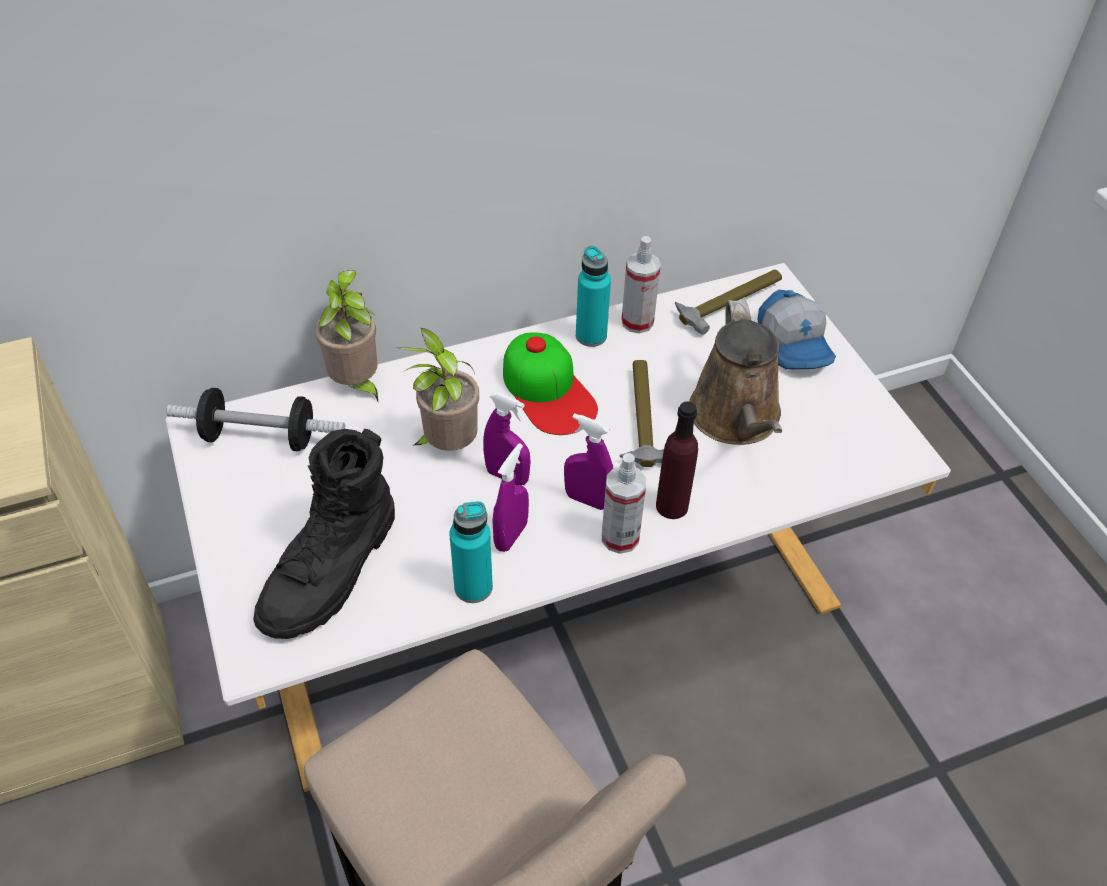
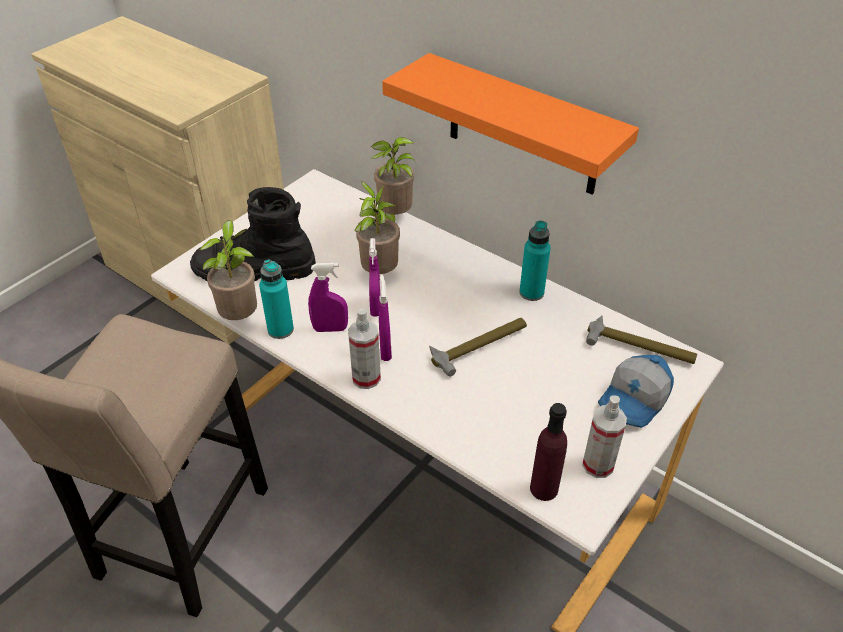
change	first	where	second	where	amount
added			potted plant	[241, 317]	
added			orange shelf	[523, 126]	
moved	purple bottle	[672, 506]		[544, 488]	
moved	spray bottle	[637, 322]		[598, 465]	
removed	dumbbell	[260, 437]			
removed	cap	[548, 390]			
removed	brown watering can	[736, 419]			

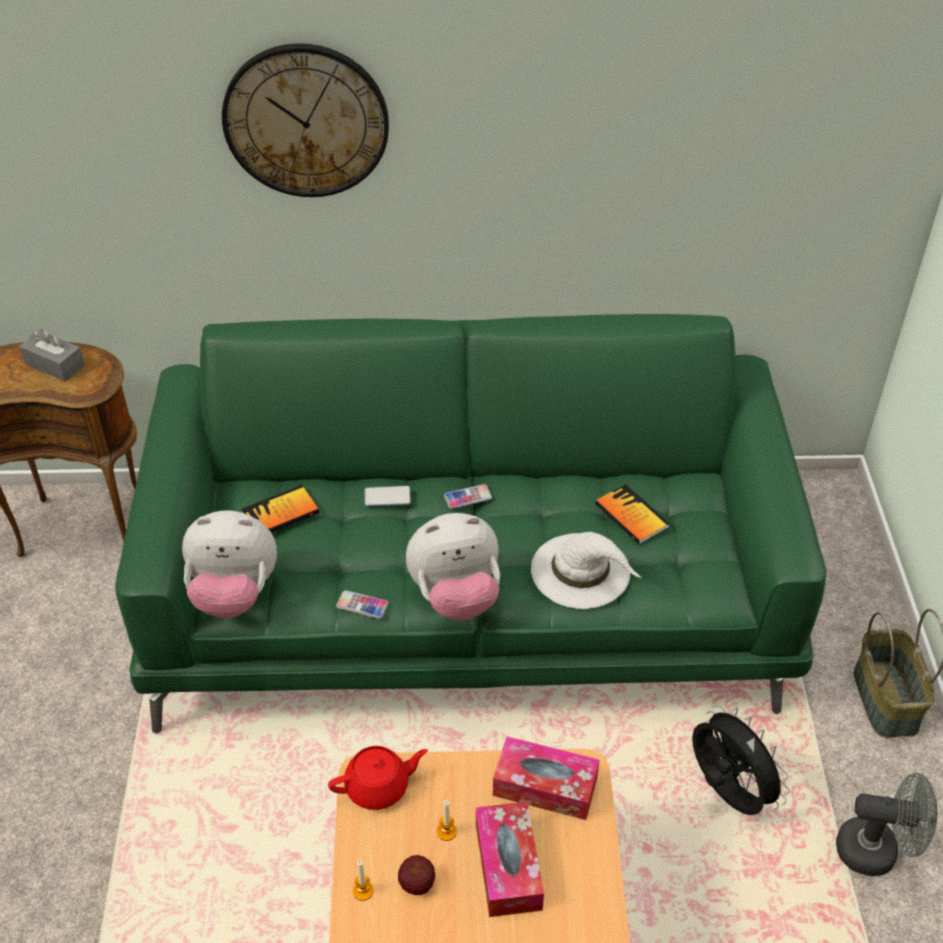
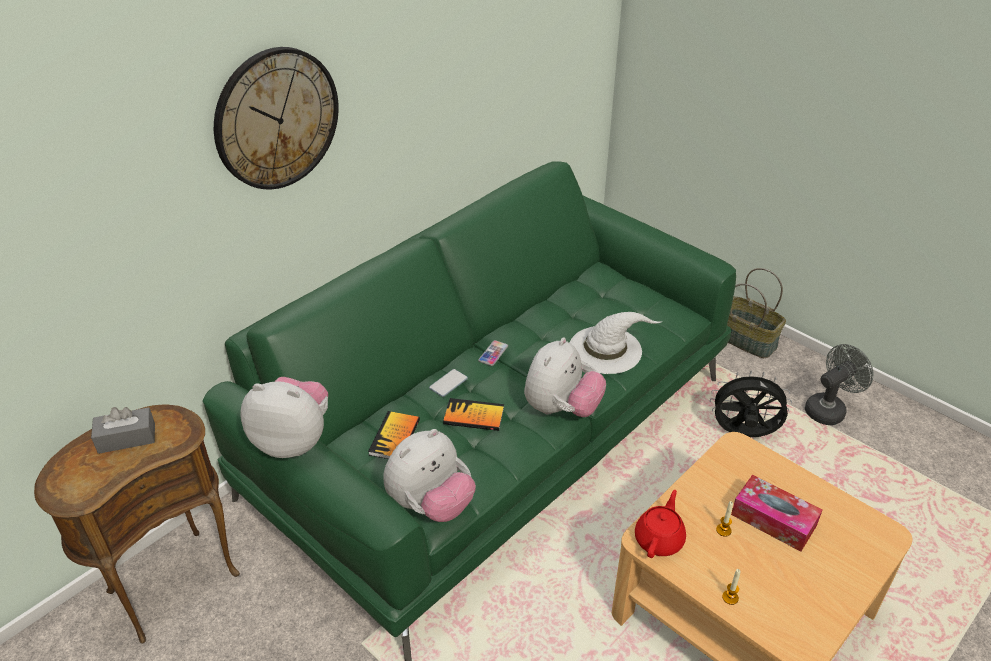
change	first	where	second	where	amount
added			plush toy	[293, 440]	
moved	book	[631, 516]		[474, 416]	
removed	phone	[362, 605]			
removed	apple	[417, 884]			
removed	tissue box	[545, 786]			

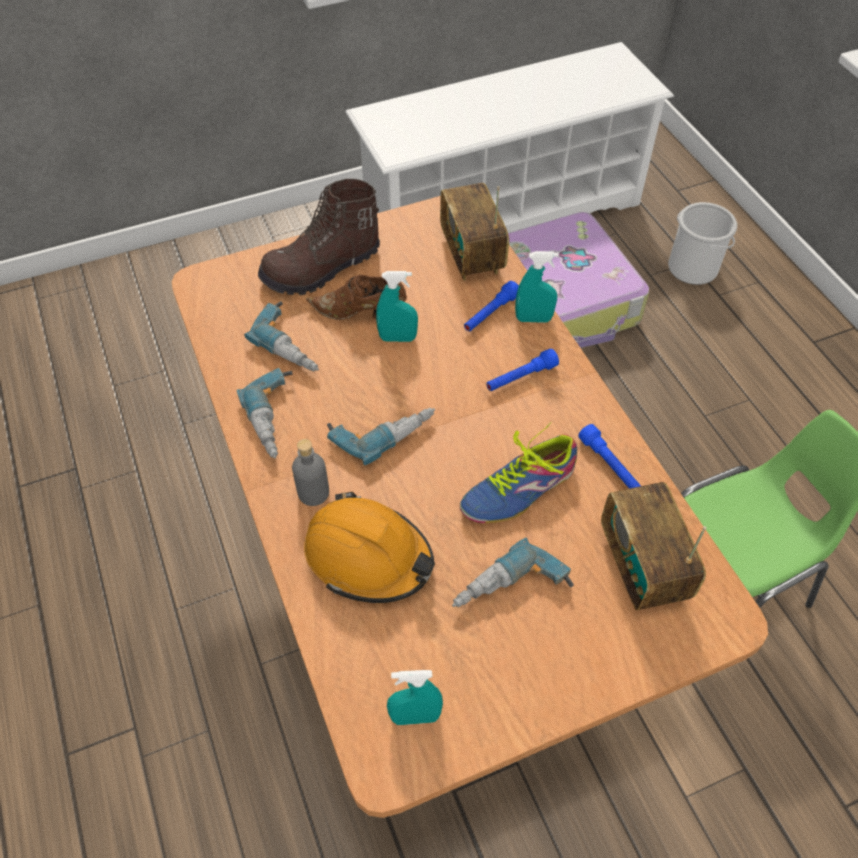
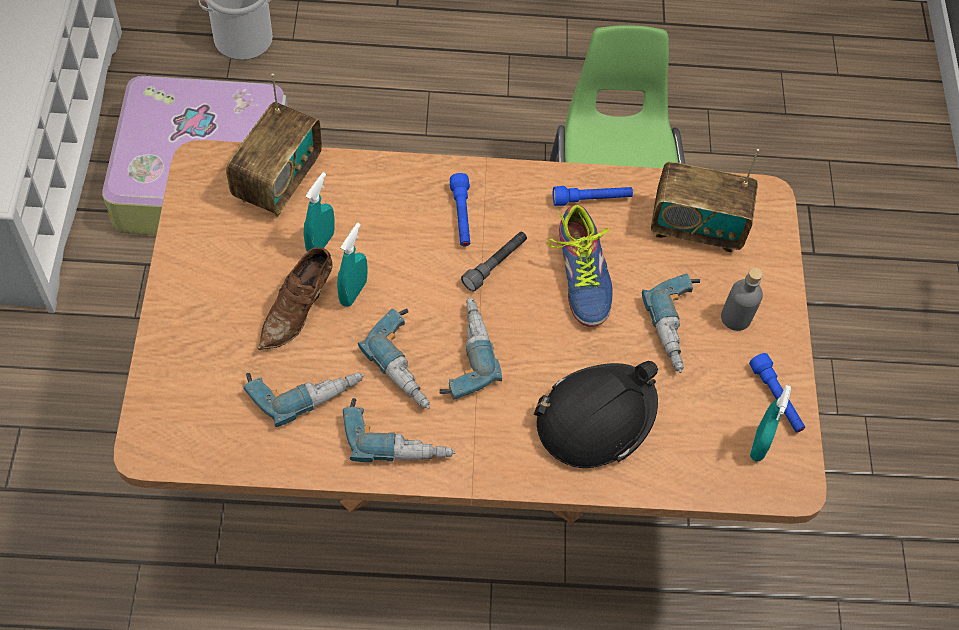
change	first	where	second	where	amount
turned	radio	[472, 254]		[278, 181]	75 degrees counterclockwise
moved	turquoise spray bottle	[533, 319]		[320, 243]	
added			power drill	[410, 364]	
added			grey flashlight	[495, 264]	
recoloured	orange hard hat	[369, 556]	black hard hat	[595, 419]	
moved	grey bottle	[313, 493]		[736, 317]	
moved	blue flashlight	[490, 314]		[776, 398]	
removed	brown boot	[322, 269]			

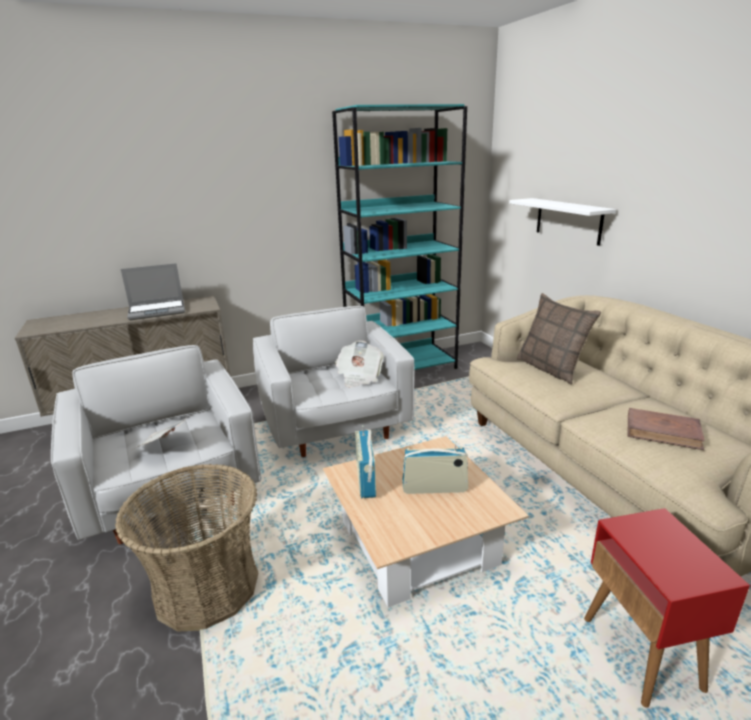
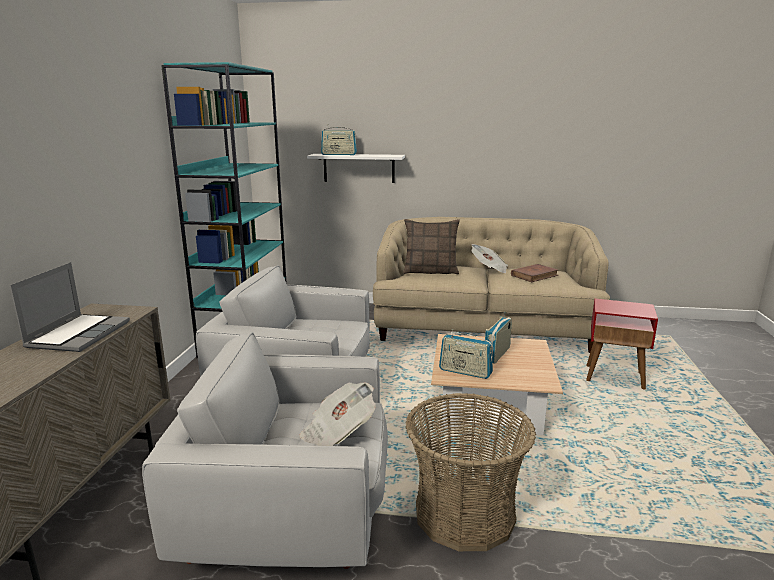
change	first	where	second	where	amount
added			radio	[339, 154]	
moved	newspaper	[359, 376]		[489, 269]	

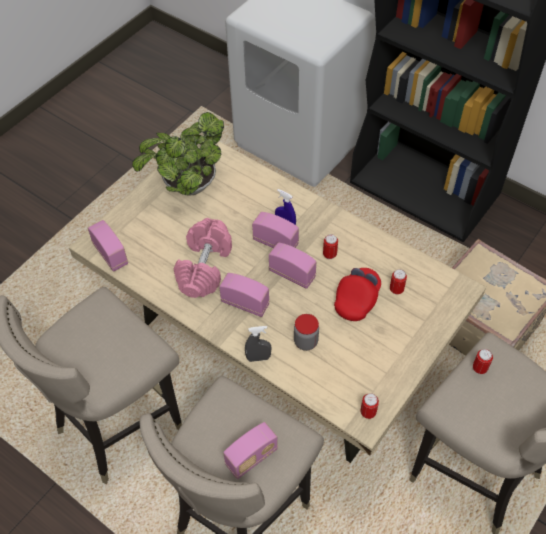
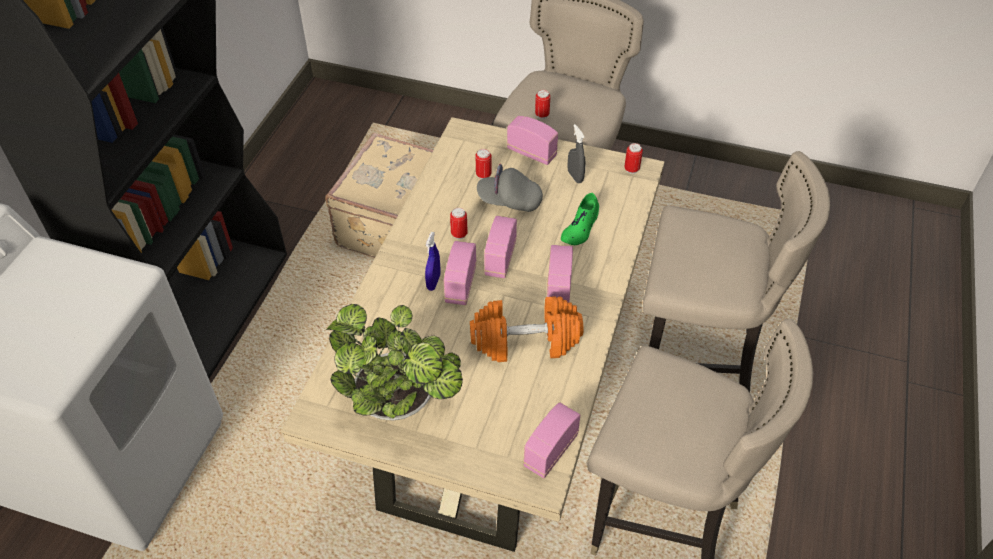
change	first	where	second	where	amount
recoloured	pink dumbbell	[204, 267]	orange dumbbell	[525, 342]	
recoloured	red cap	[357, 299]	grey cap	[509, 201]	
moved	radio	[251, 457]		[531, 153]	
replaced	jar	[305, 342]	green shoe	[580, 228]	
moved	grey spray bottle	[258, 358]		[575, 176]	

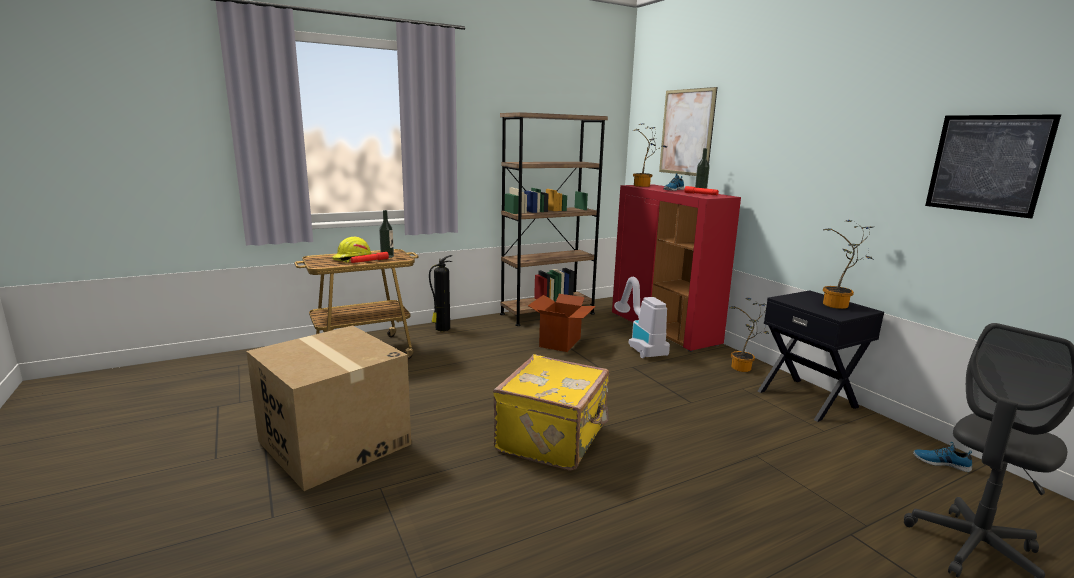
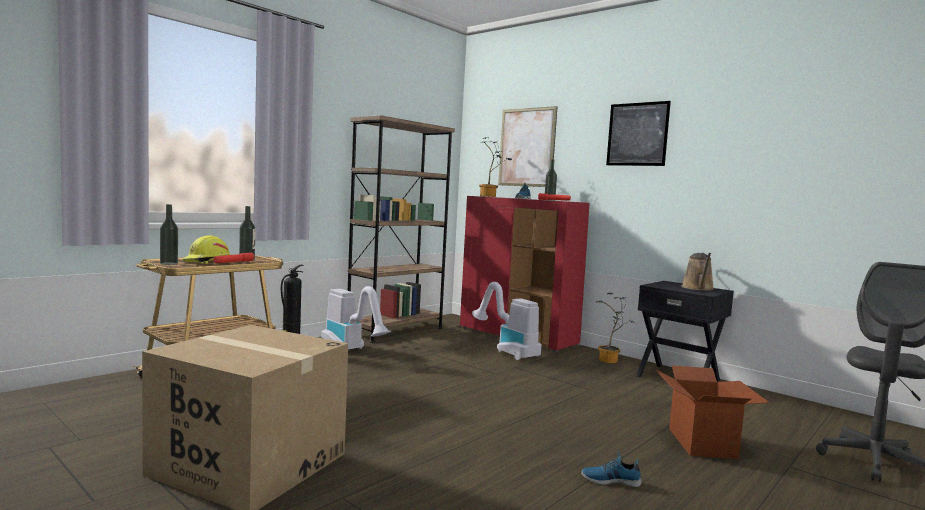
change	first	where	second	where	amount
added			bottle	[169, 263]	
added			vacuum cleaner	[352, 350]	
moved	shoe	[941, 462]		[610, 480]	
moved	picture	[987, 164]		[637, 134]	
moved	cardboard box	[561, 342]		[703, 443]	
replaced	potted plant	[837, 306]	brown watering can	[698, 288]	
removed	yellow suitcase	[554, 438]			

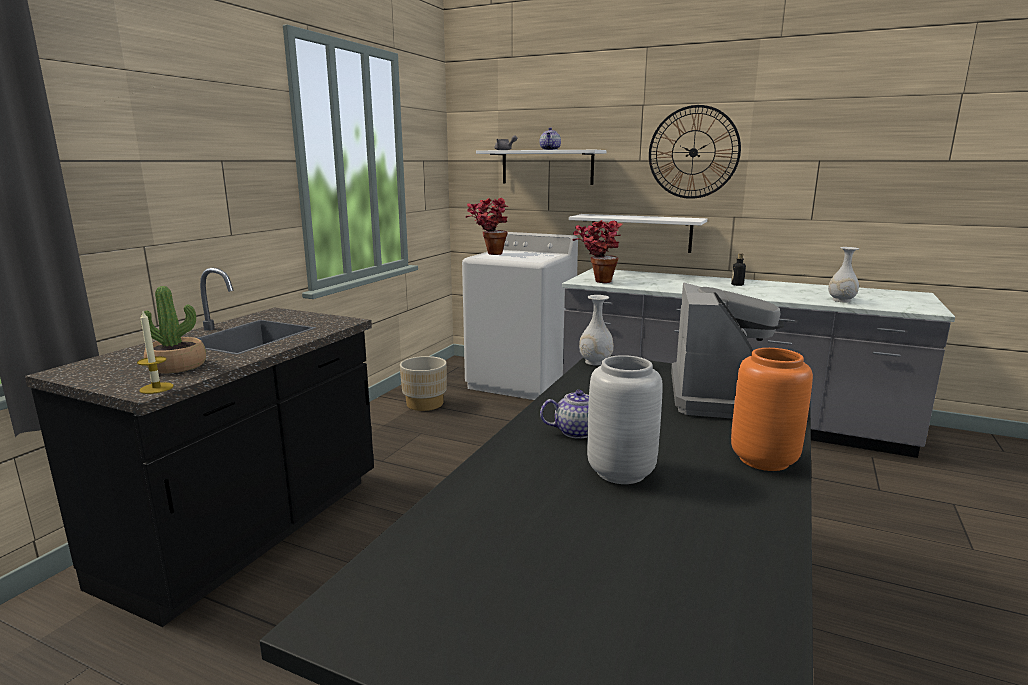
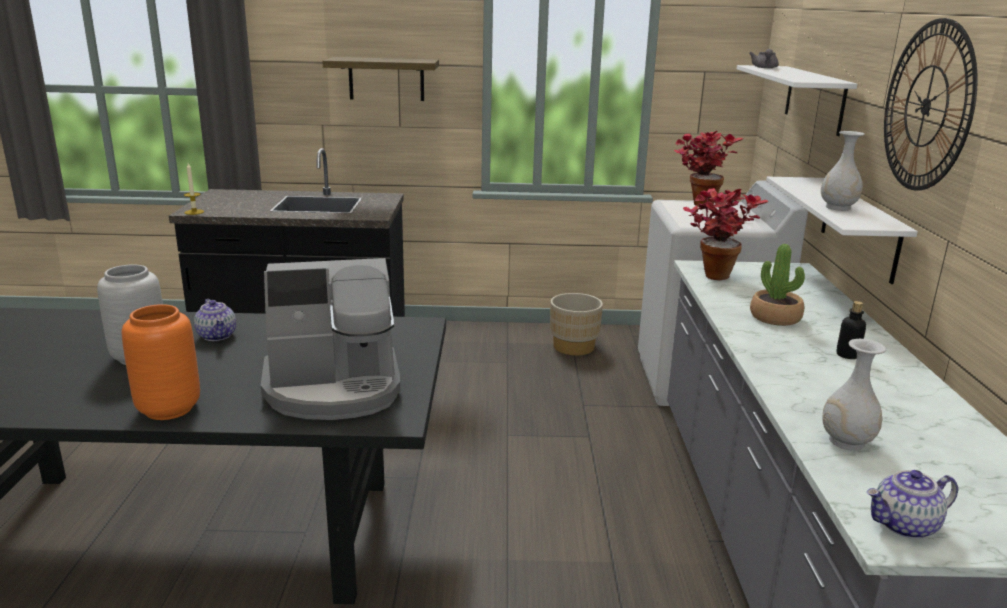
change	first	where	second	where	amount
added			shelf	[386, 79]	
moved	potted plant	[177, 366]		[775, 317]	
moved	white vase	[595, 362]		[838, 207]	
moved	teapot	[550, 149]		[904, 526]	

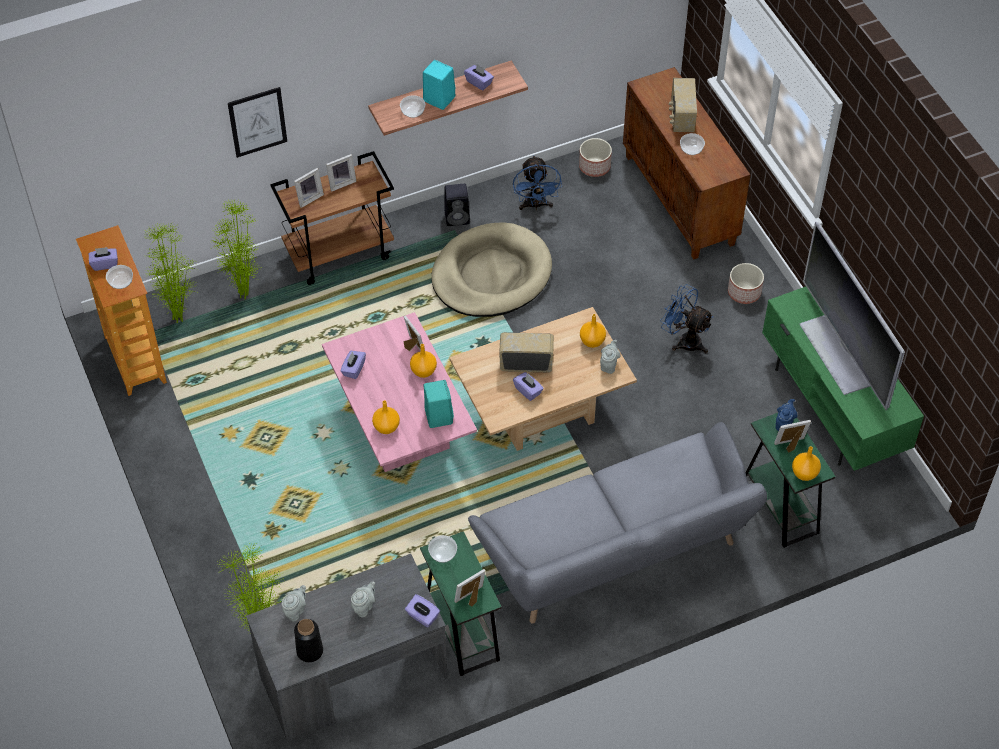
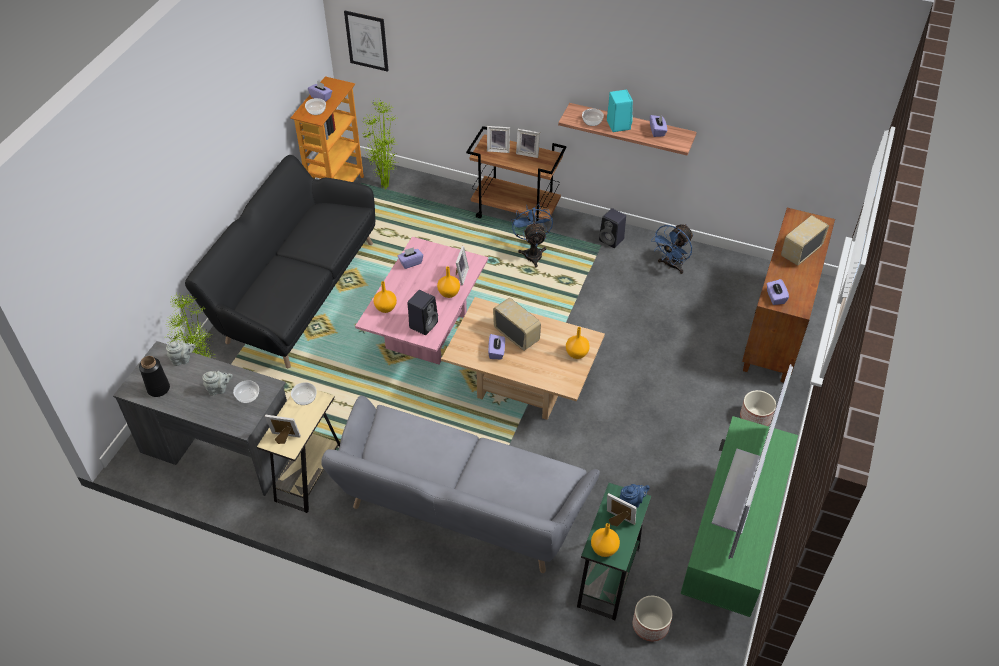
change	first	where	second	where	amount
added			black sofa	[295, 291]	
moved	bowl	[691, 149]		[247, 396]	
recoloured	green side table	[462, 631]	beige side table	[309, 475]	
moved	picture	[257, 122]		[366, 41]	
recoloured	turquoise speaker	[438, 415]	black speaker	[424, 324]	
moved	blue fan	[684, 340]		[532, 252]	
moved	planter	[594, 166]		[650, 625]	
moved	purple tissue box	[422, 616]		[775, 297]	
removed	potted plant	[246, 294]			
removed	beige dog bed	[491, 275]			
removed	grey teapot	[609, 365]			

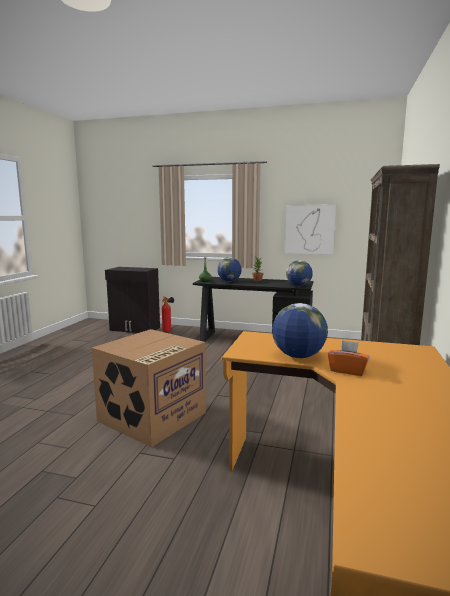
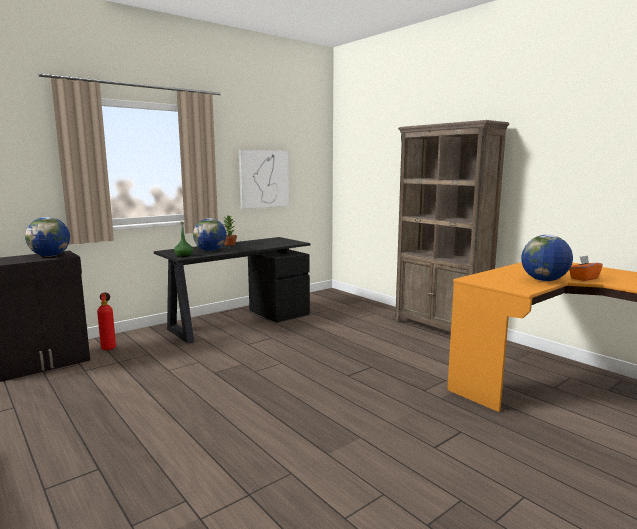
change	first	where	second	where	amount
moved	globe	[298, 286]		[50, 256]	
removed	cardboard box	[152, 417]			

